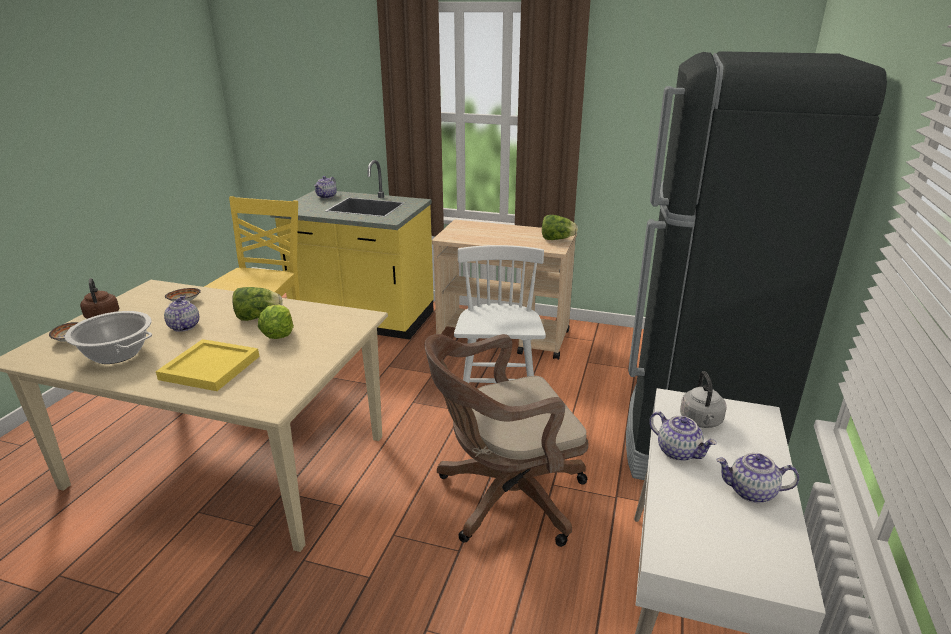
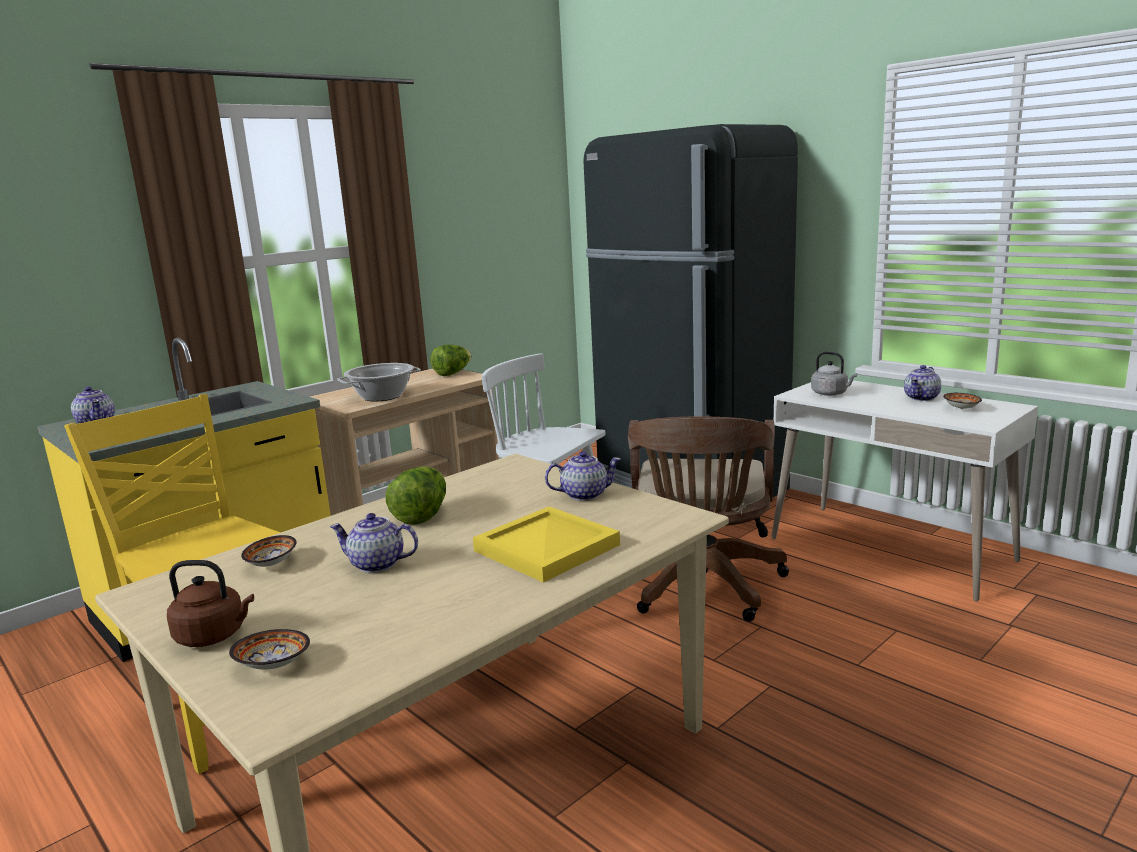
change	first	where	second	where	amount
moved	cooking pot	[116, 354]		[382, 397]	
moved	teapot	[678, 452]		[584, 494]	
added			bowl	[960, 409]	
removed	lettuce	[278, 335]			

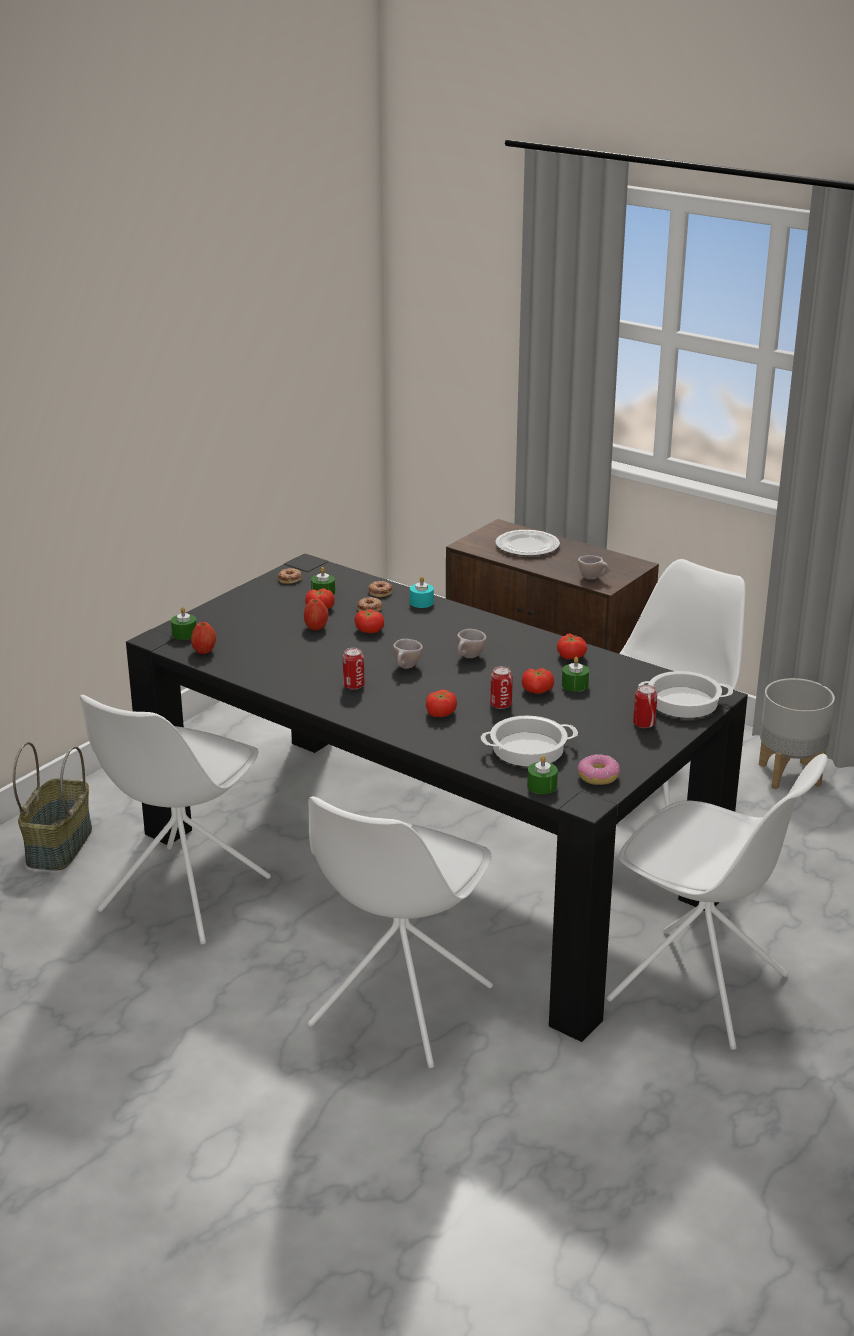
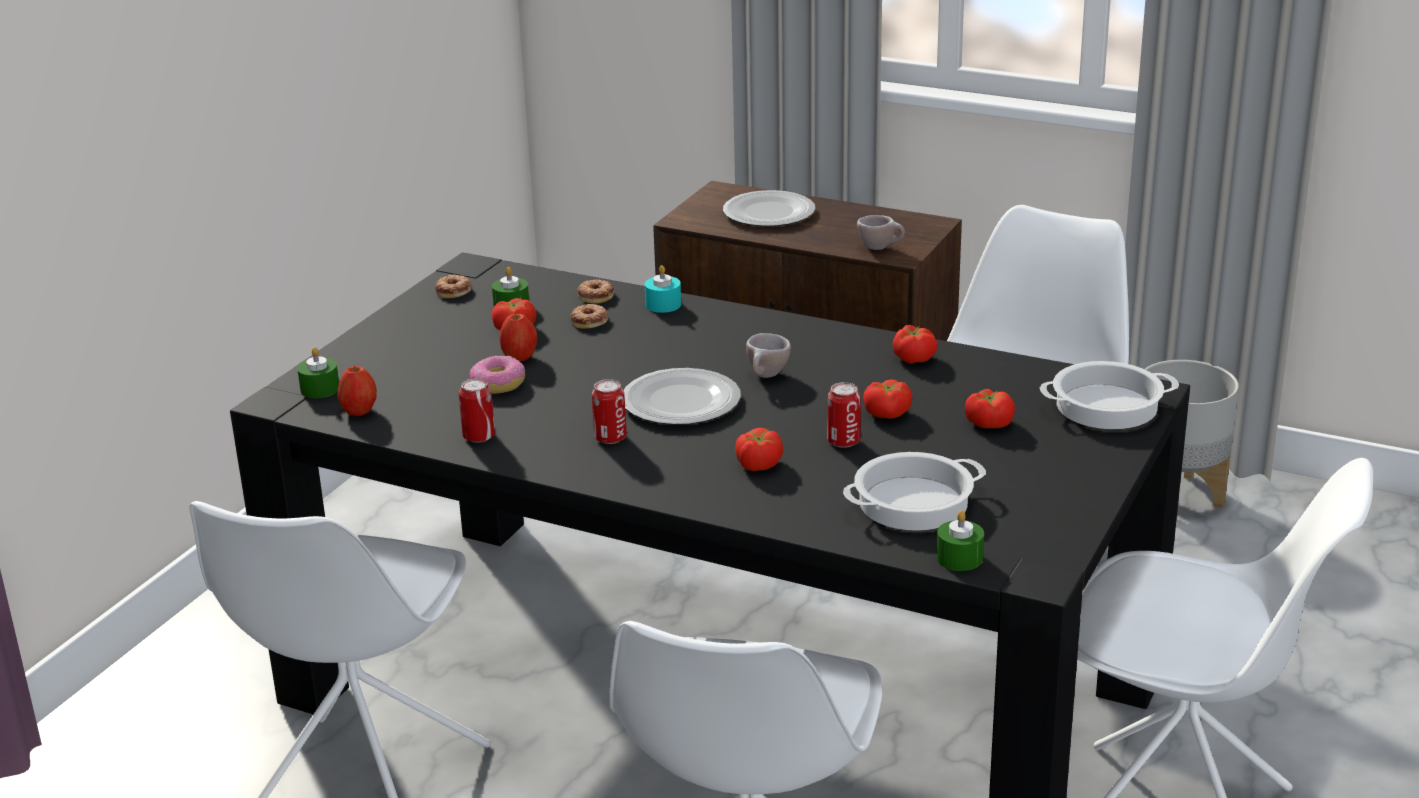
change	first	where	second	where	amount
moved	can	[644, 724]		[479, 436]	
moved	donut	[598, 776]		[498, 384]	
replaced	beige cup	[406, 668]	plate	[679, 402]	
moved	tomato	[369, 630]		[989, 423]	
removed	basket	[58, 845]			
removed	green candle	[575, 685]			

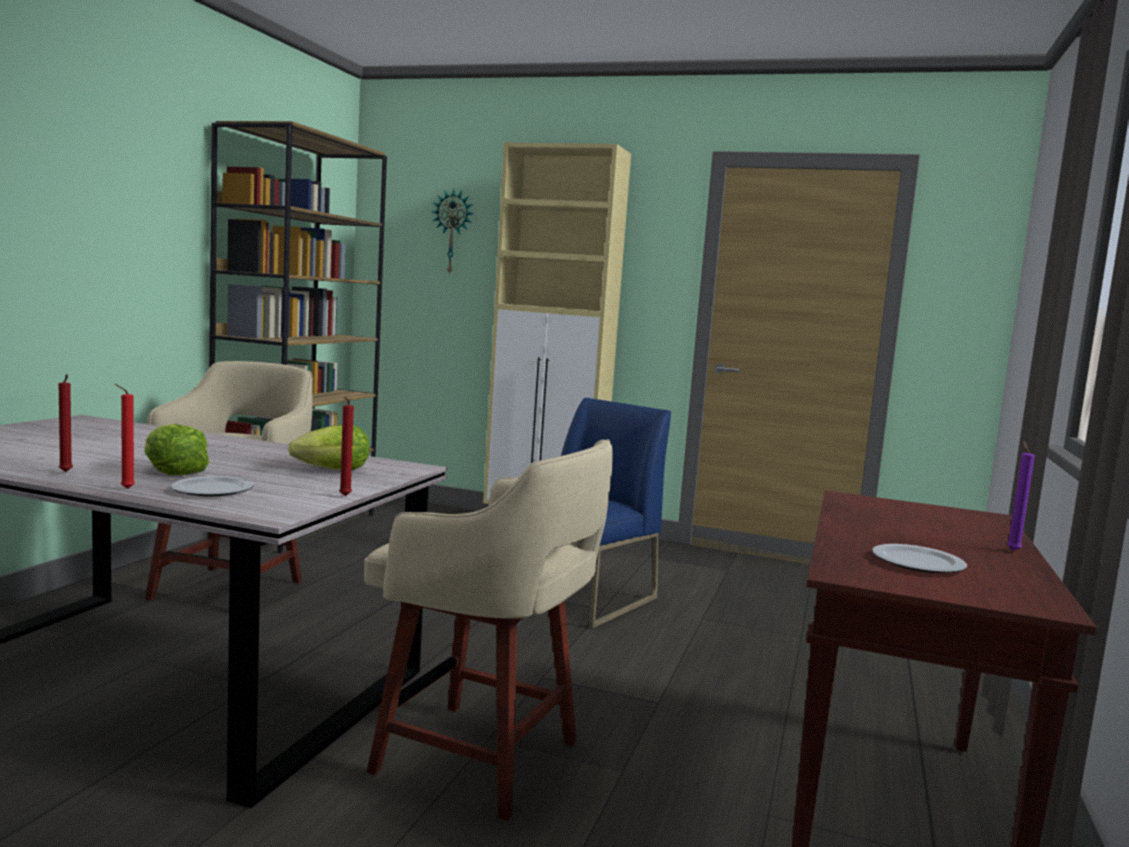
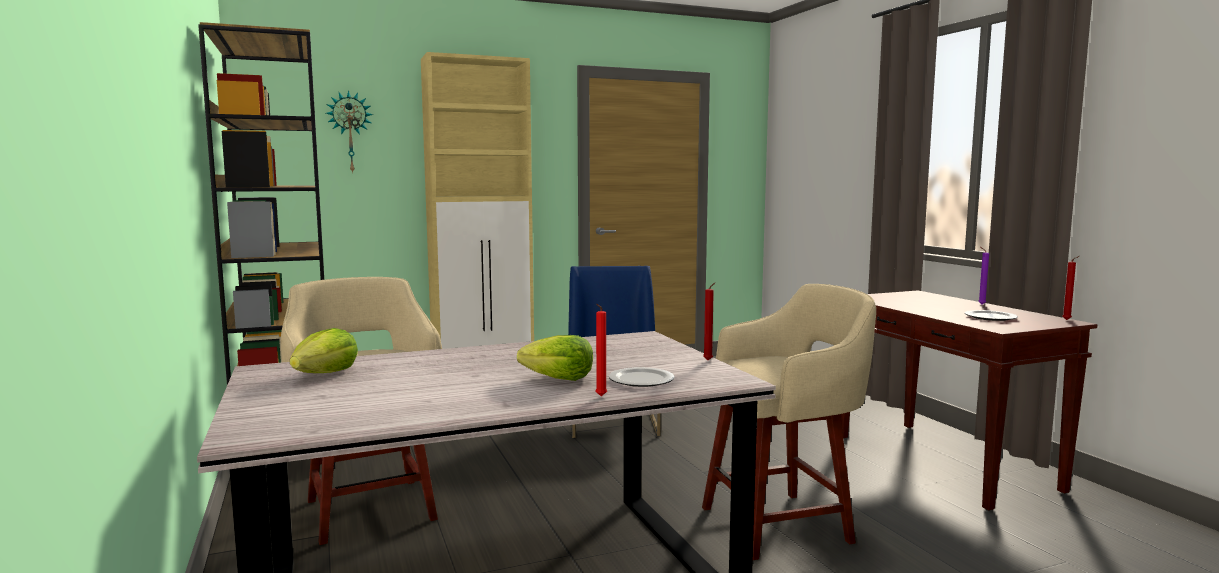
change	first	where	second	where	amount
moved	lettuce	[333, 470]		[326, 374]	
moved	red candle	[66, 472]		[1068, 320]	

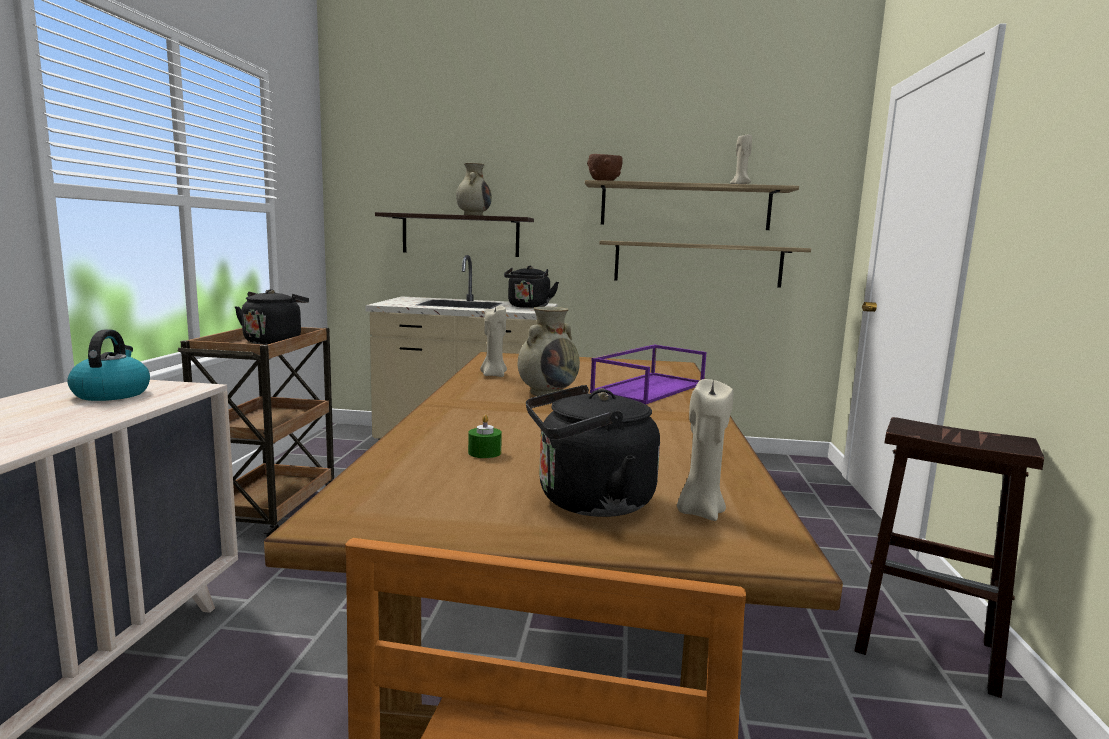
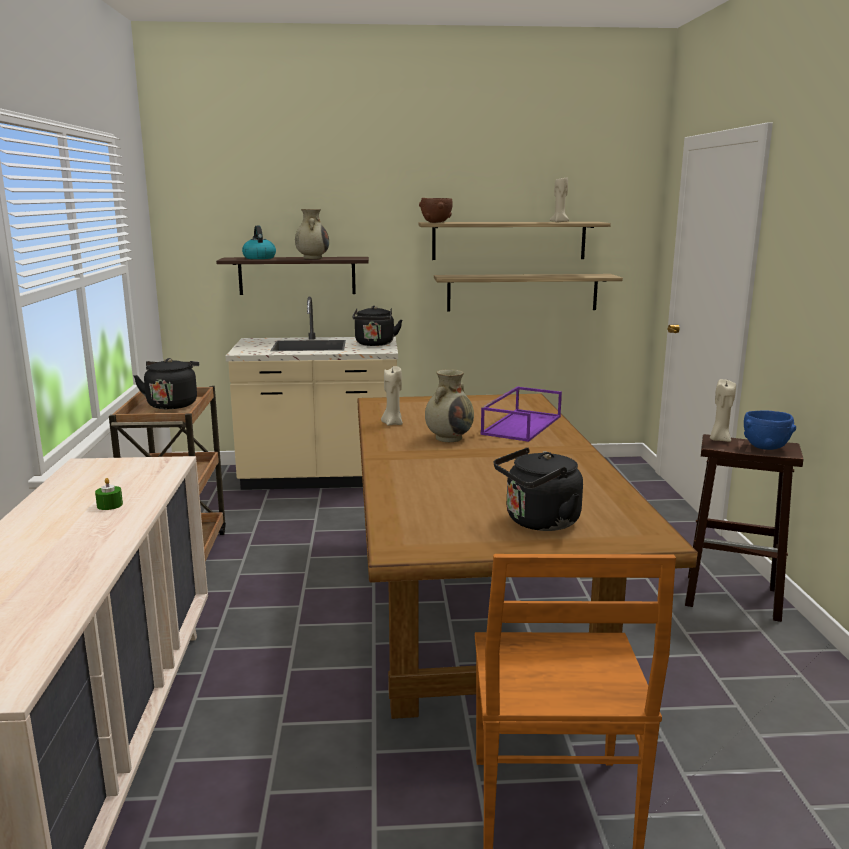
change	first	where	second	where	amount
moved	green candle	[484, 452]		[110, 505]	
moved	kettle	[112, 394]		[259, 258]	
moved	beige candle	[700, 512]		[719, 439]	
added			blue bowl	[766, 447]	

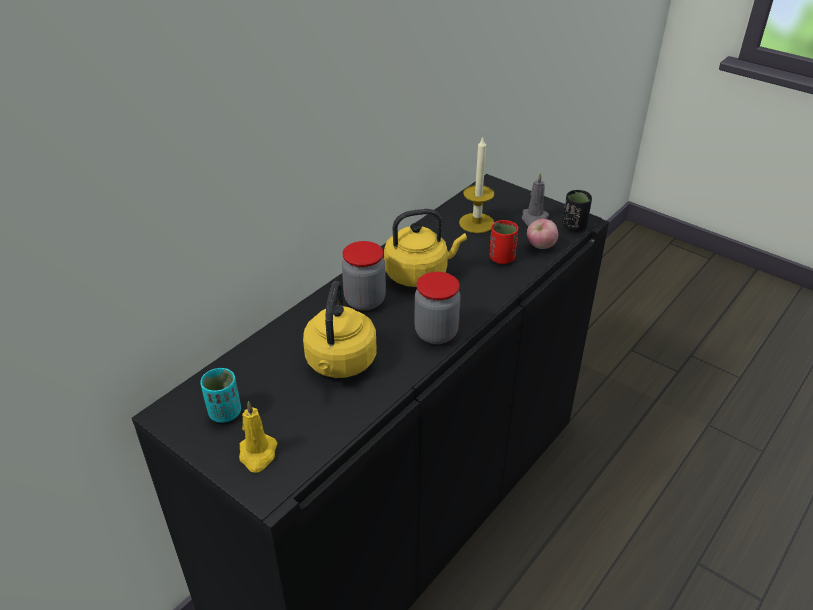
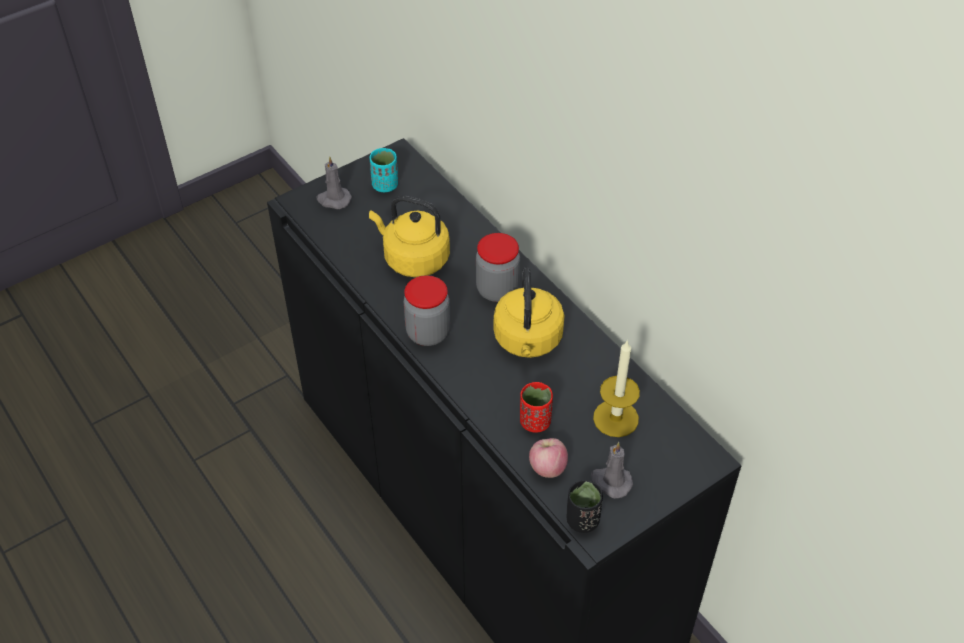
change	first	where	second	where	amount
recoloured	yellow candle	[258, 454]	grey candle	[333, 200]	

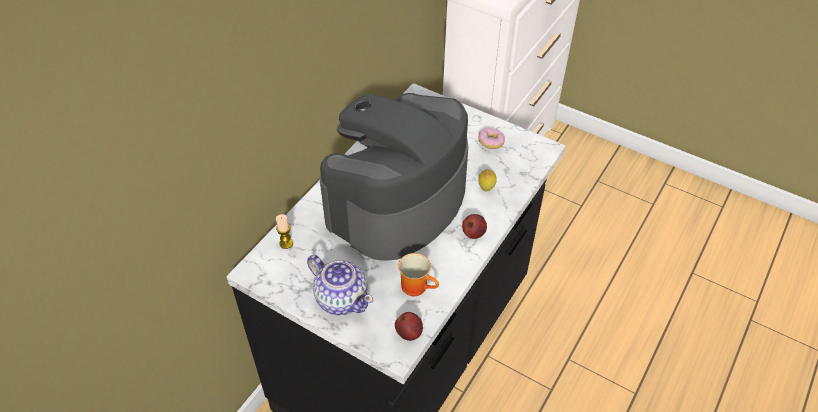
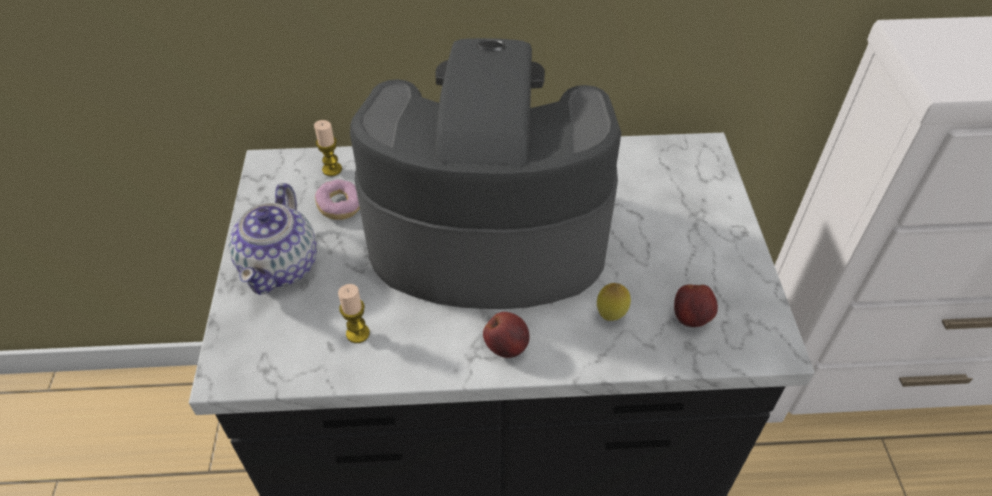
change	first	where	second	where	amount
moved	donut	[491, 143]		[340, 207]	
replaced	mug	[417, 286]	candle	[358, 333]	
moved	apple	[409, 333]		[691, 318]	

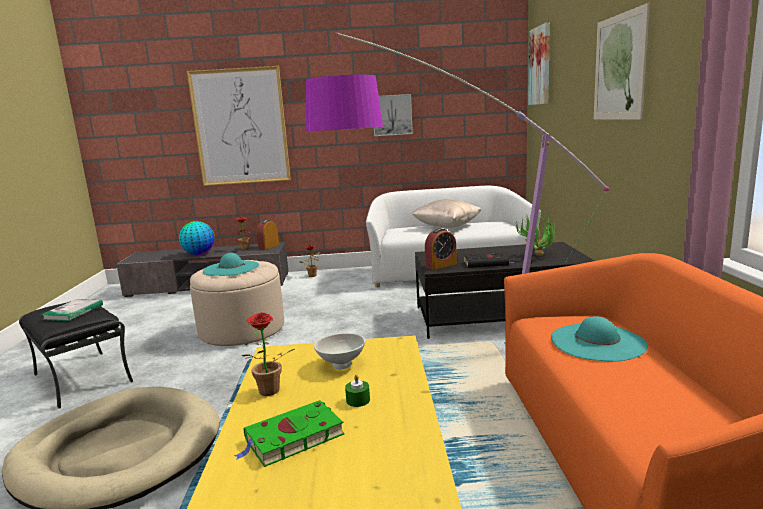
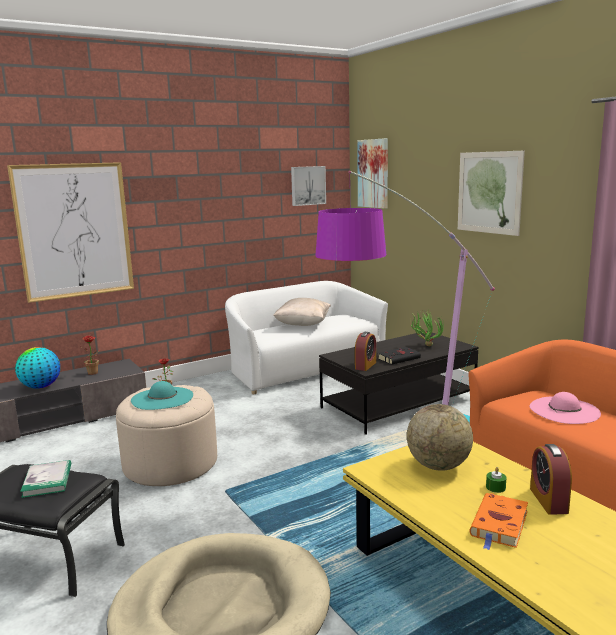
change	first	where	second	where	amount
moved	picture	[392, 115]		[307, 185]	
replaced	white bowl	[340, 365]	globe	[438, 466]	
recoloured	green book	[292, 438]	orange book	[499, 525]	
recoloured	turquoise hat	[597, 342]	pink hat	[564, 410]	
moved	alarm clock	[268, 246]		[548, 500]	
removed	potted plant	[268, 393]			

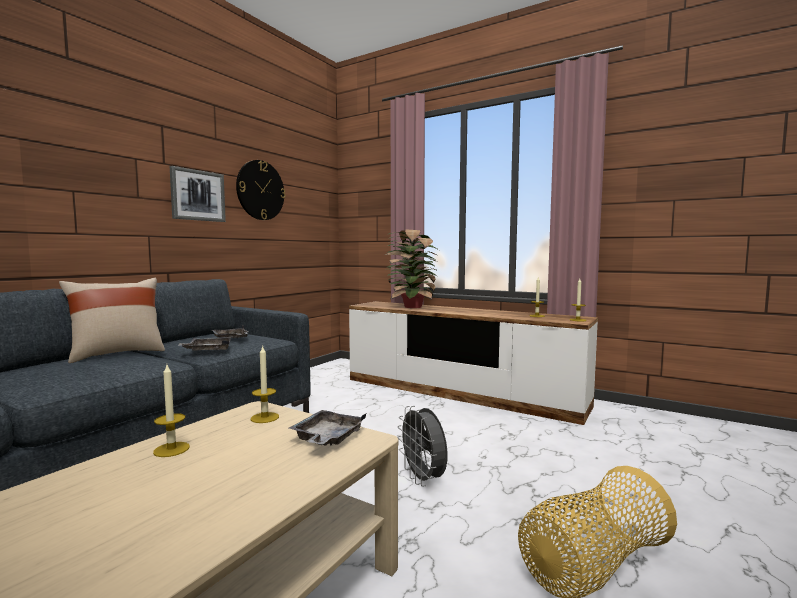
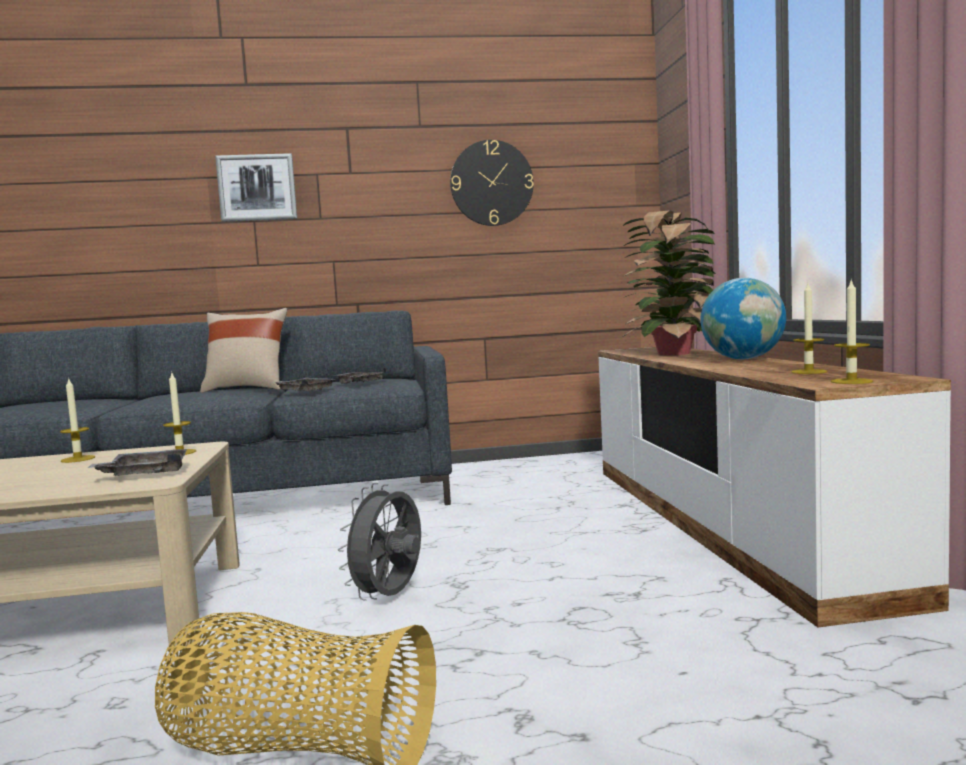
change	first	where	second	where	amount
moved	picture	[197, 195]		[257, 188]	
added			globe	[743, 359]	

